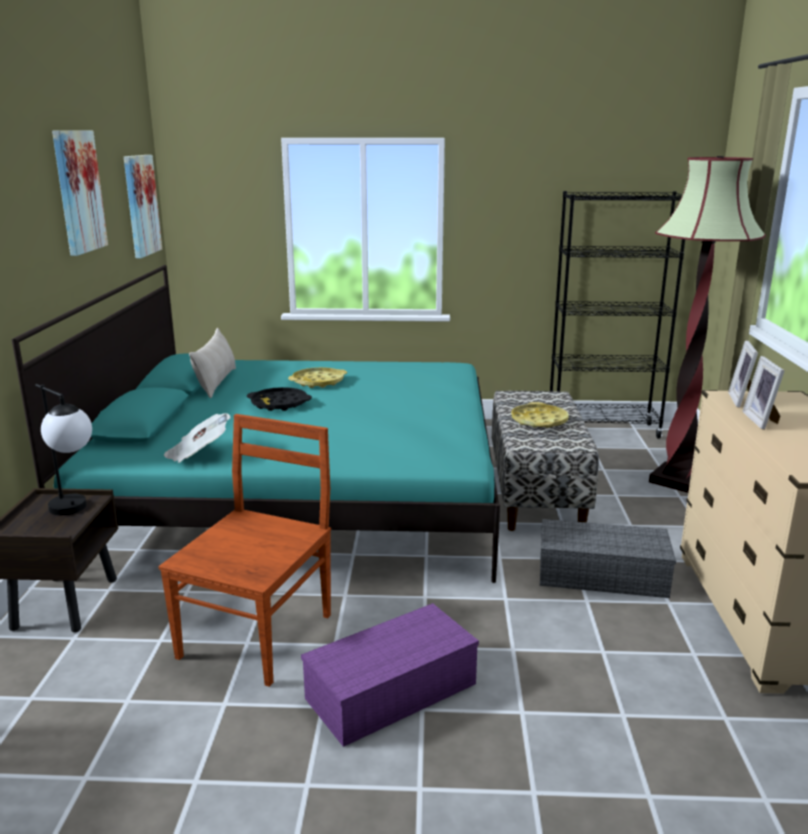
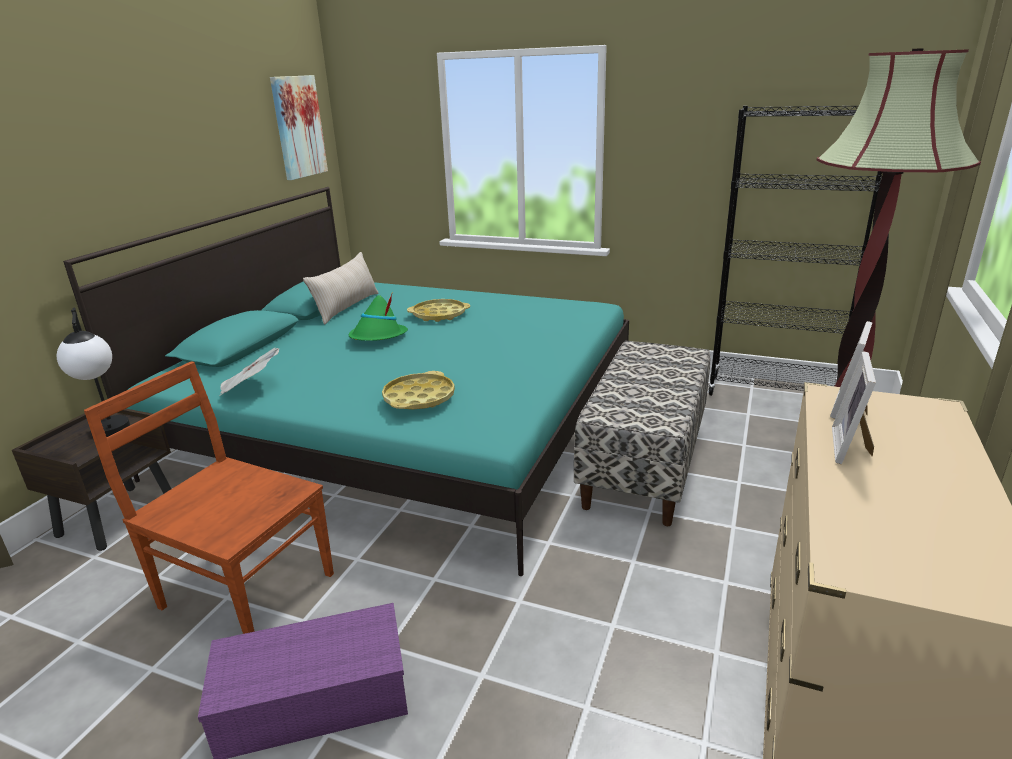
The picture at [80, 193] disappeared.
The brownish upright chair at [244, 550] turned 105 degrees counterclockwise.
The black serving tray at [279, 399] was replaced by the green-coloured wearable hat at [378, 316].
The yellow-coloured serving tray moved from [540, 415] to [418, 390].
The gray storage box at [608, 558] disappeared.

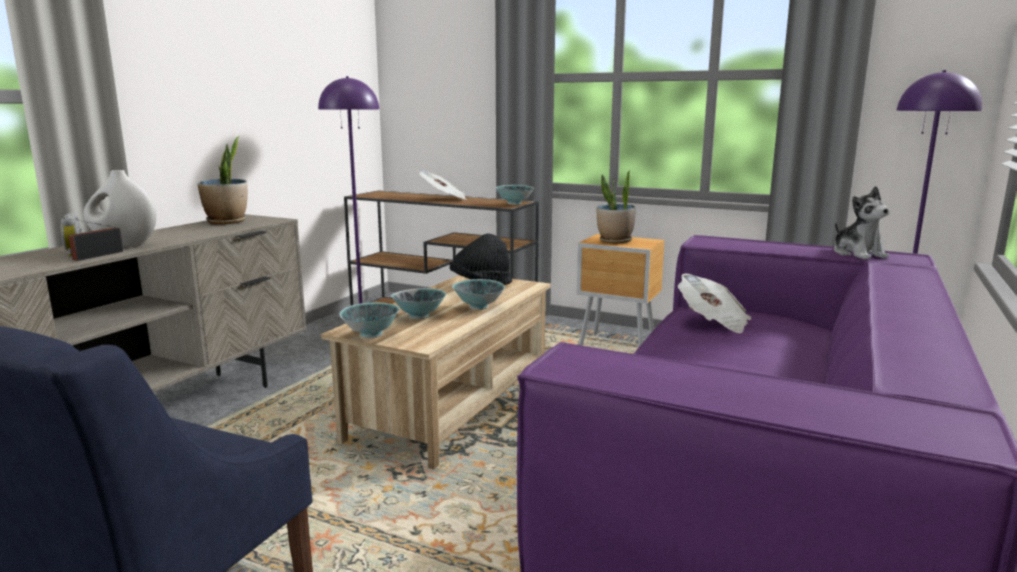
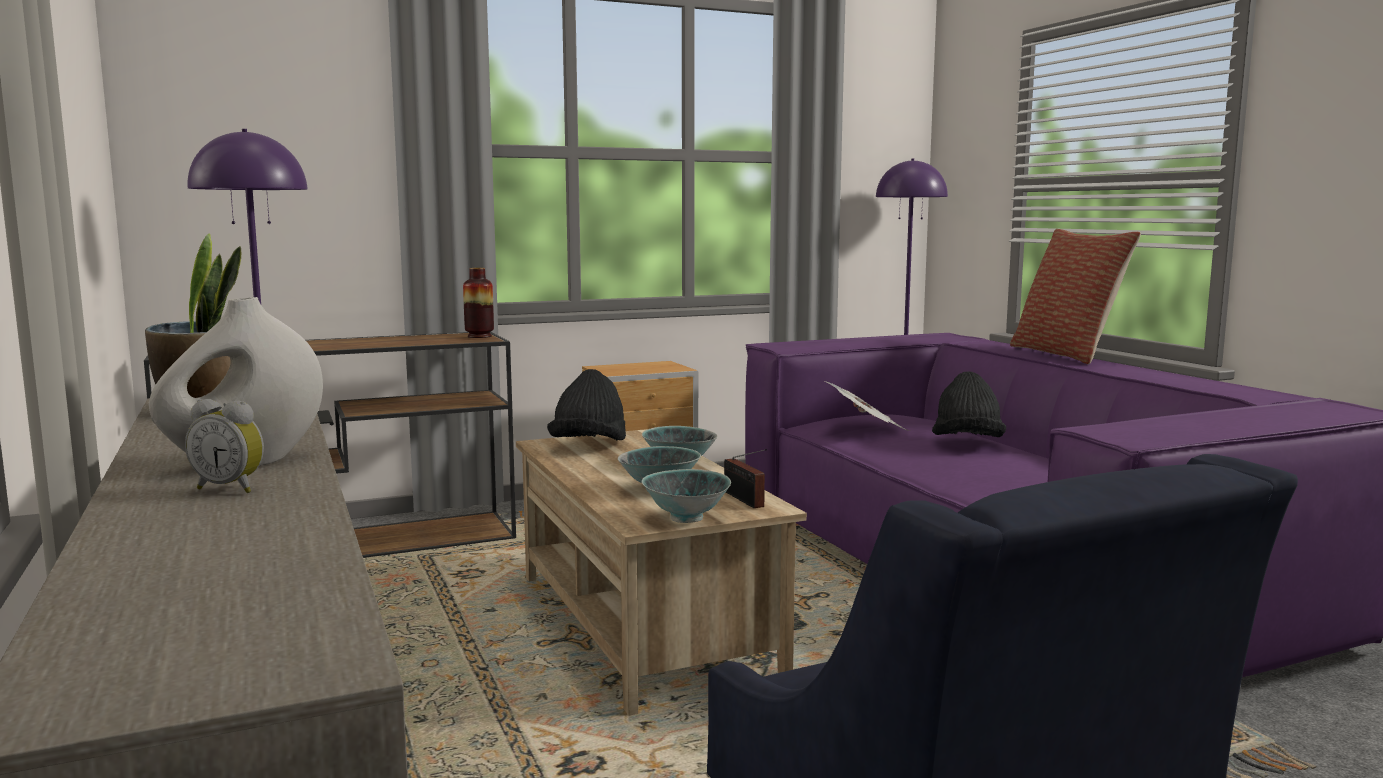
The radio receiver moved from [93, 239] to [745, 478].
The daily paper at [442, 184] disappeared.
The deep dish at [514, 195] was replaced by the flower vase at [478, 303].
The plant in a pot at [616, 206] disappeared.
The plush toy at [861, 223] disappeared.
The black wearable hat at [969, 404] appeared.
The pillow at [1075, 296] appeared.

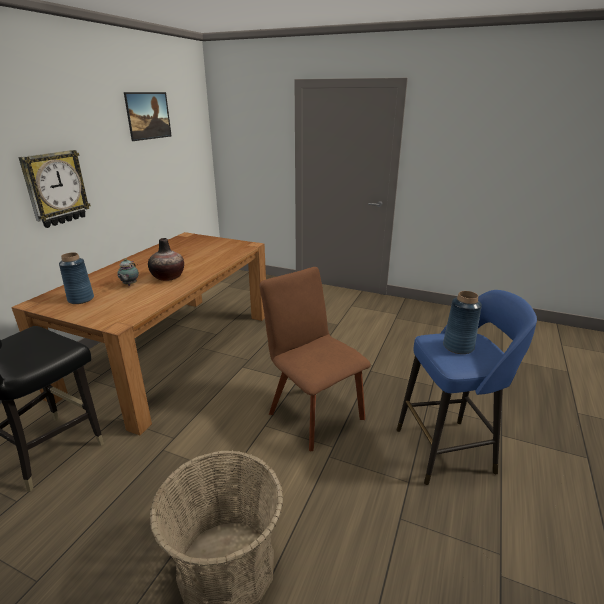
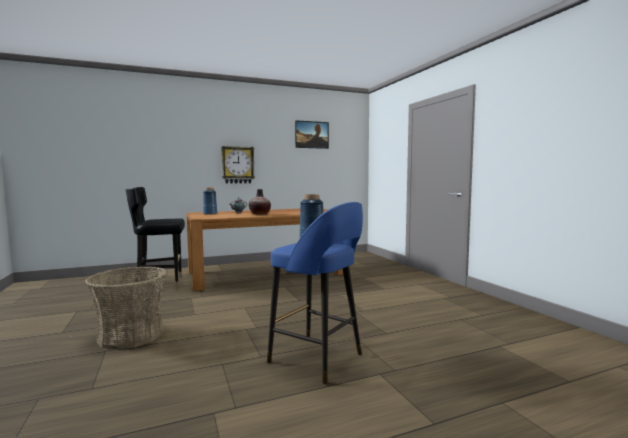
The brownish upright chair at [315, 359] disappeared.

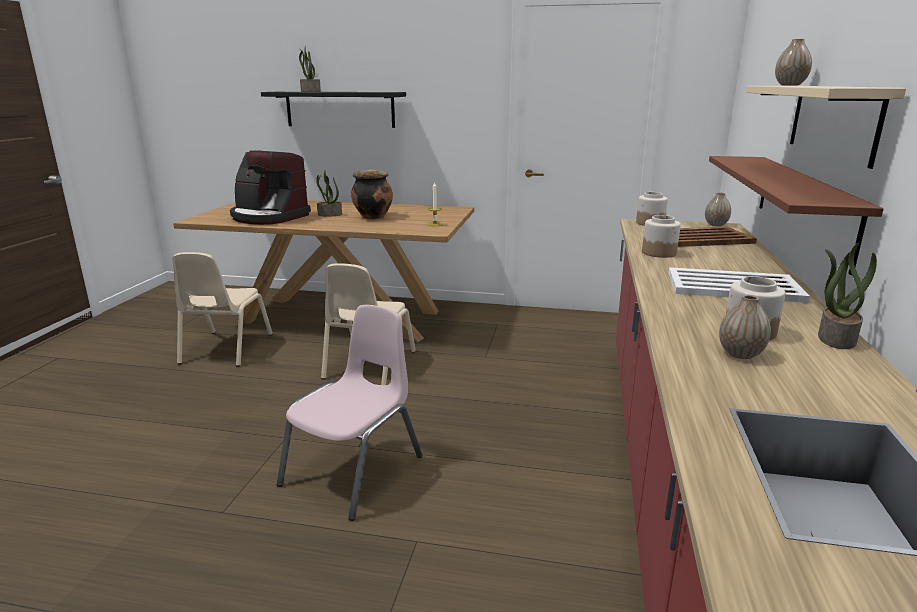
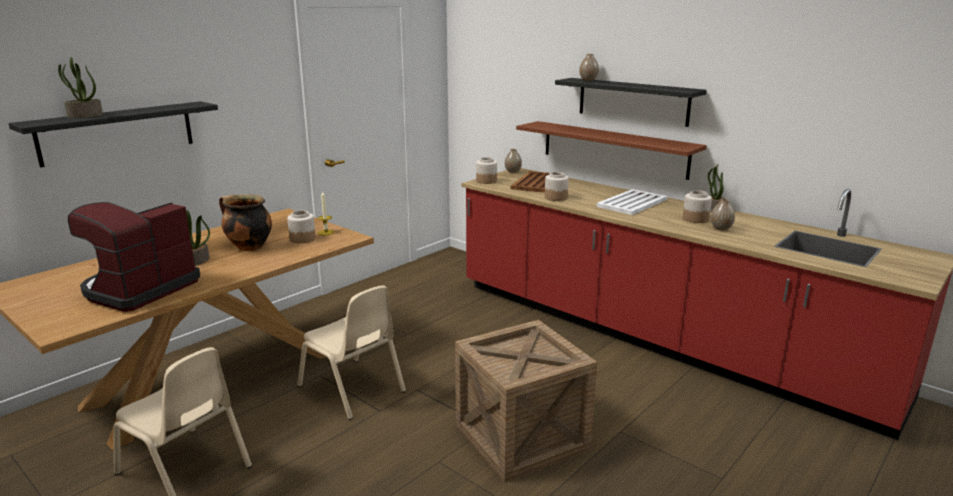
The coffee brewer at [270, 187] turned 150 degrees clockwise.
The pink upright chair at [349, 413] was replaced by the crate at [526, 401].
The sand-coloured wall shelf at [826, 127] became the black wall shelf at [631, 102].
The preserve jar at [301, 226] appeared.

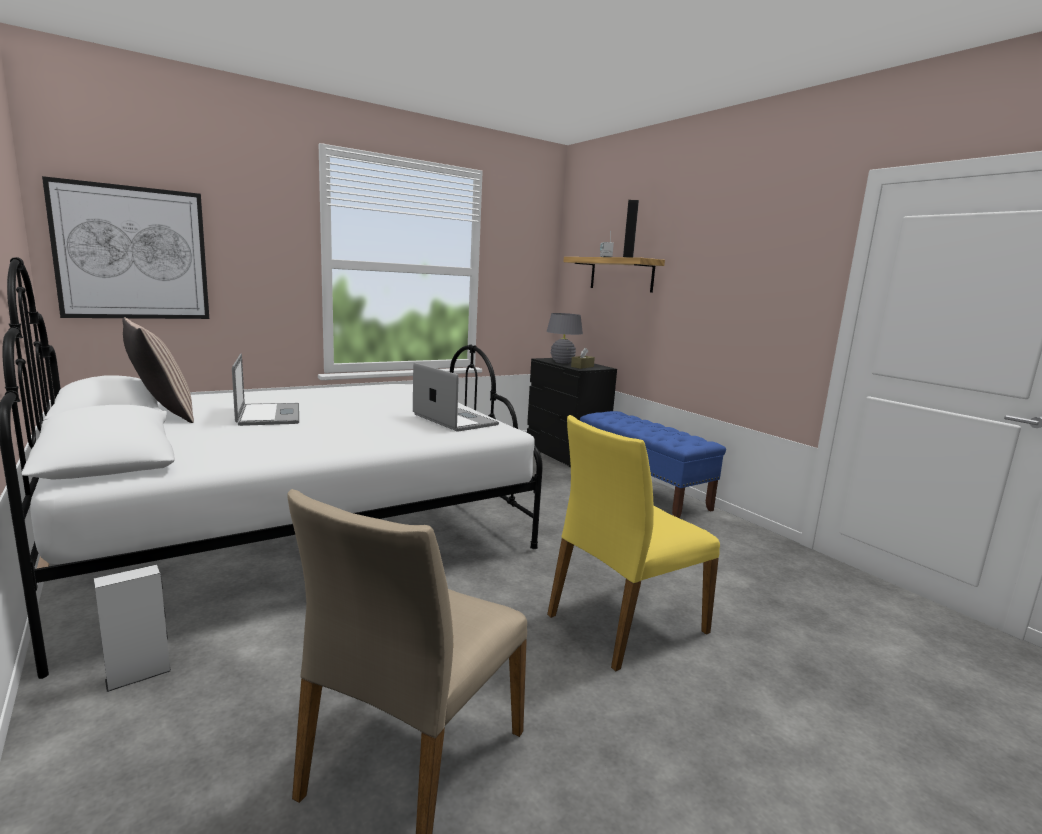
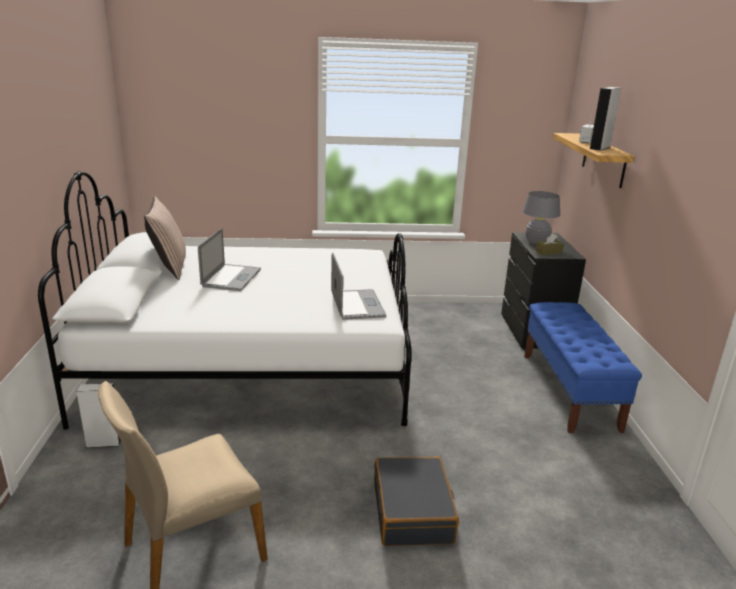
The picture at [125, 247] disappeared.
The yellow-coloured upright chair at [633, 543] was replaced by the black piece of luggage at [416, 501].

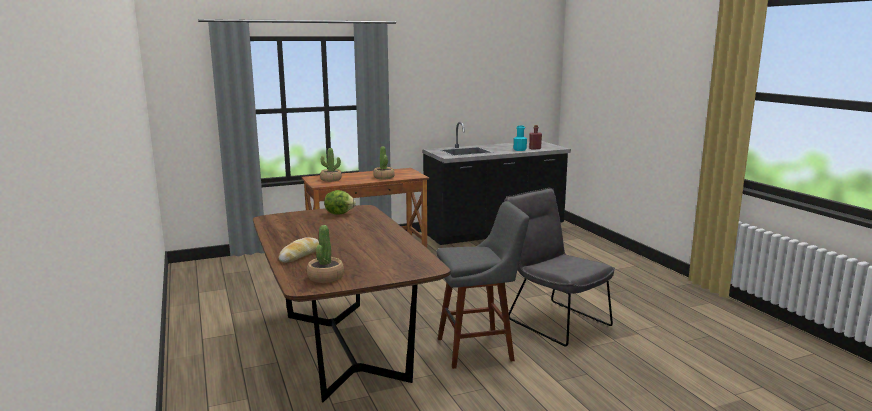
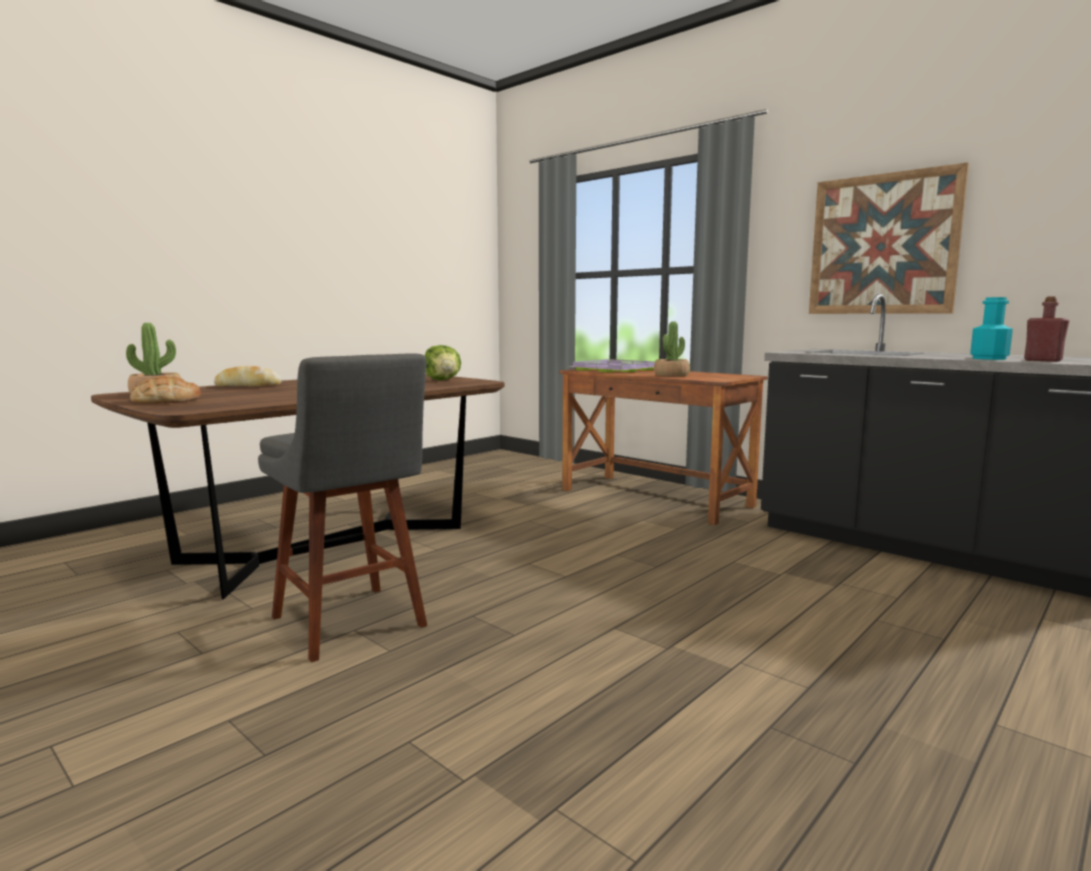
The plant in a pot at [331, 165] was replaced by the purple-coloured serving tray at [611, 365].
The gray upright chair at [559, 267] disappeared.
The bakery bread at [165, 390] appeared.
The picture at [889, 238] appeared.

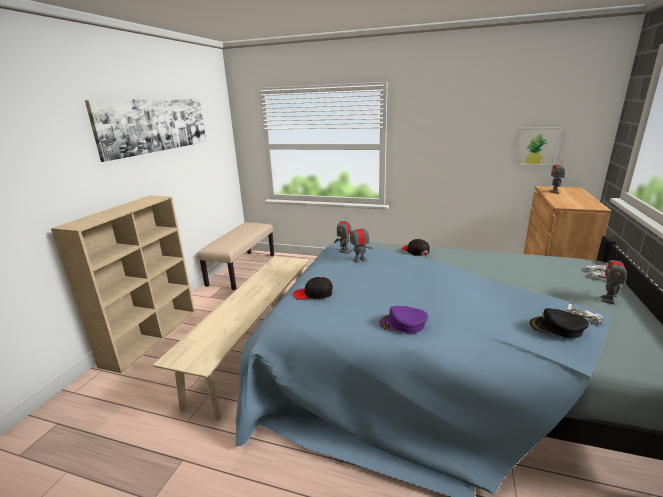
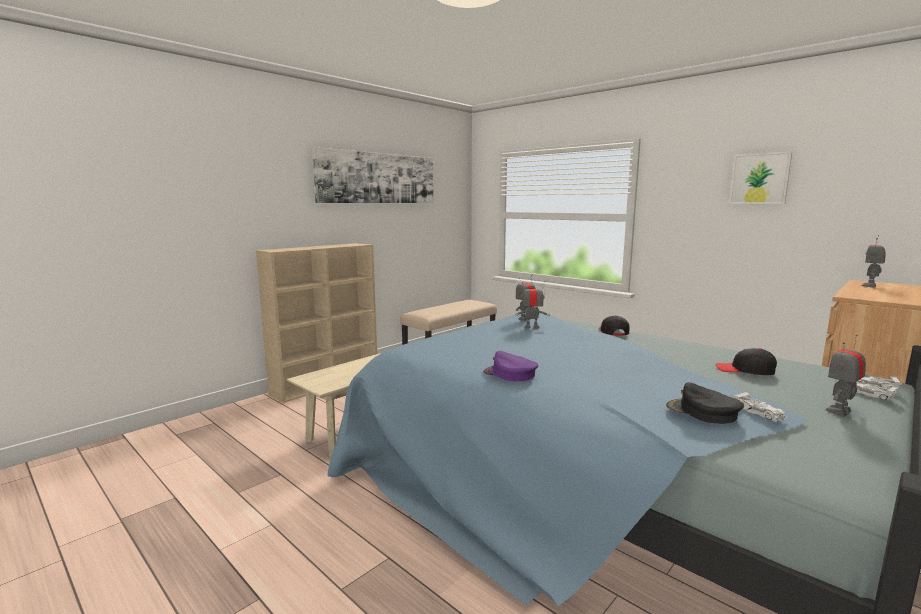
The black cap moved from [313, 288] to [746, 361].
The picture moved from [537, 146] to [760, 178].

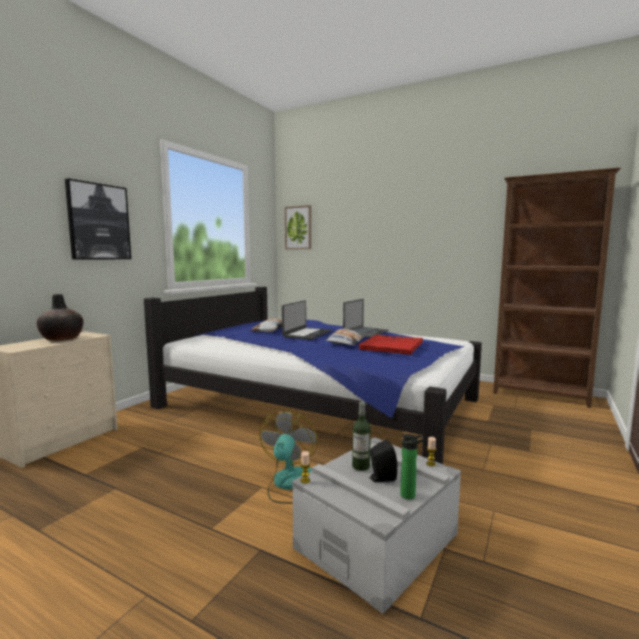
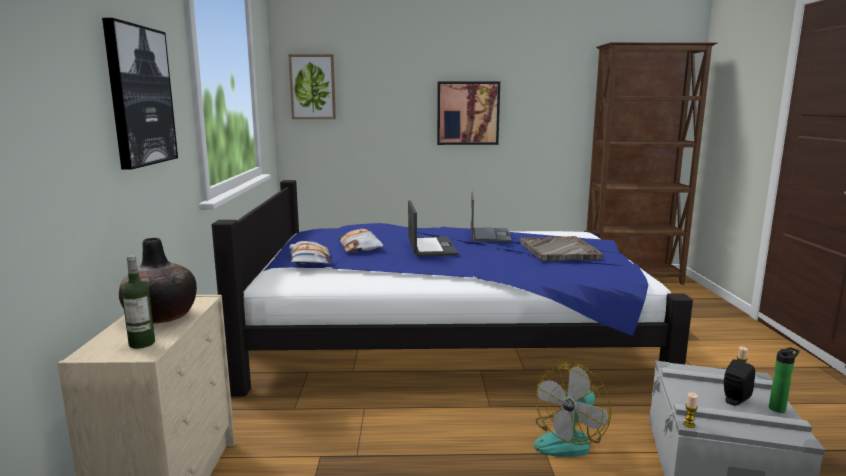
The cooling fan at [288, 457] turned 120 degrees counterclockwise.
The pillow moved from [345, 337] to [311, 252].
The bottle moved from [361, 436] to [138, 302].
The reddish serving tray at [391, 345] became the gray serving tray at [561, 248].
The picture at [468, 113] appeared.

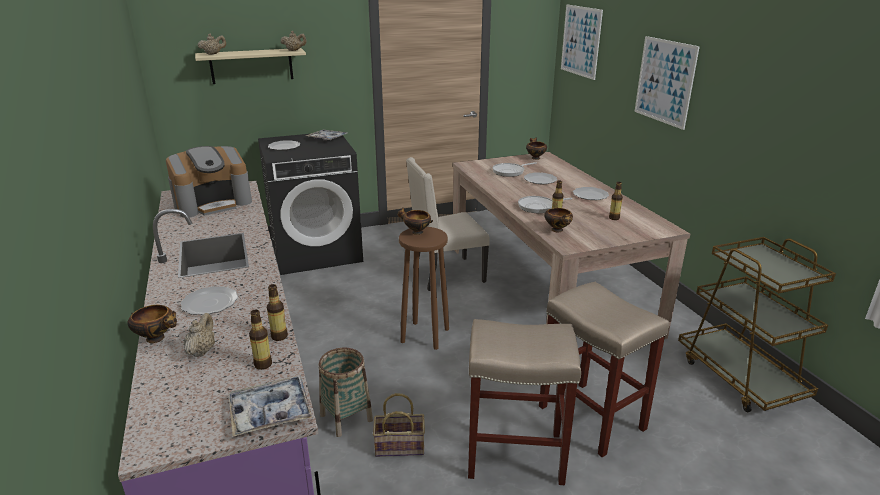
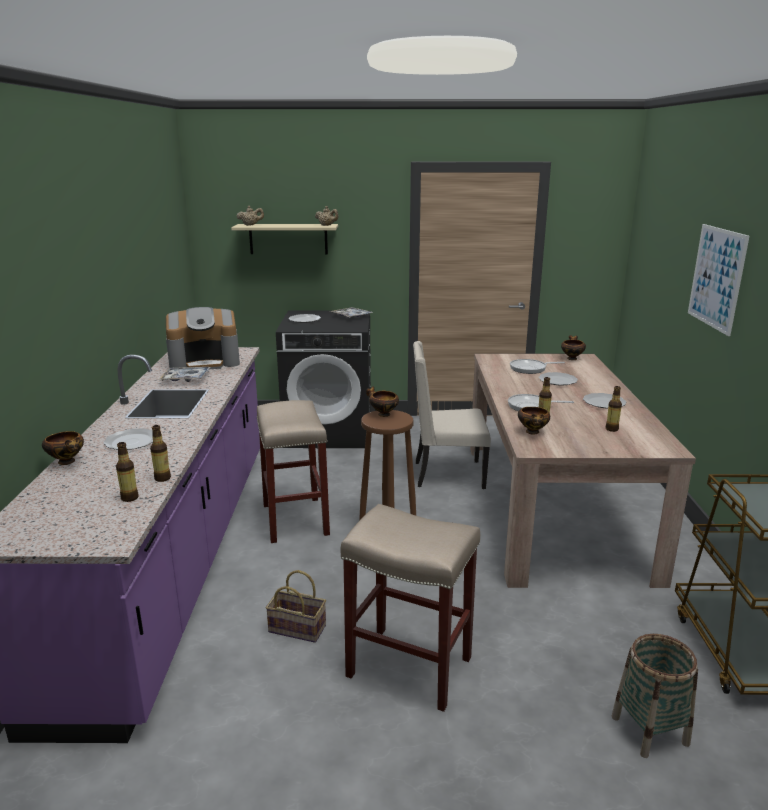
The sand-coloured teapot at [199, 335] disappeared.
The serving tray moved from [270, 406] to [184, 374].
The basket moved from [345, 392] to [655, 696].
The sand-coloured sitting stool moved from [604, 369] to [293, 471].
The picture at [582, 42] disappeared.

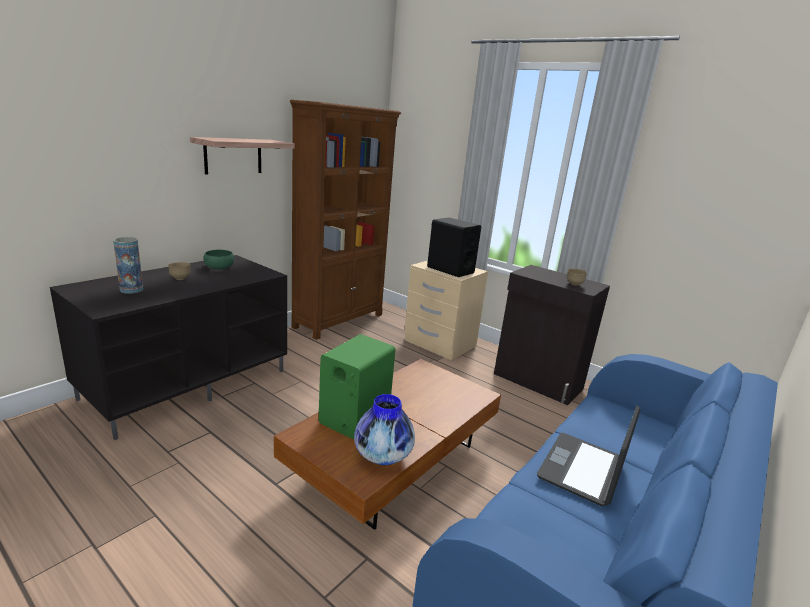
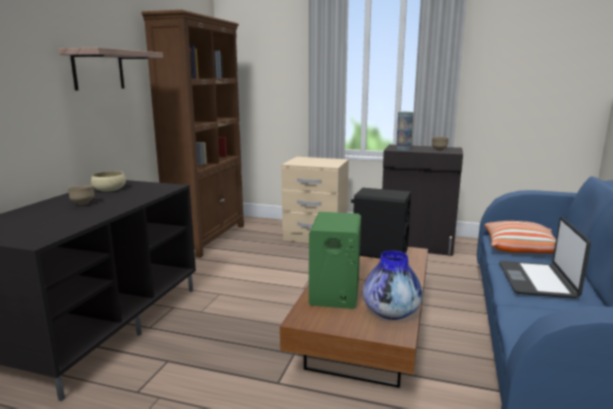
The flower vase moved from [128, 265] to [404, 131].
The green-coloured deep dish at [218, 259] became the sand-coloured deep dish at [108, 181].
The black speaker moved from [454, 247] to [381, 223].
The pillow at [520, 237] appeared.

